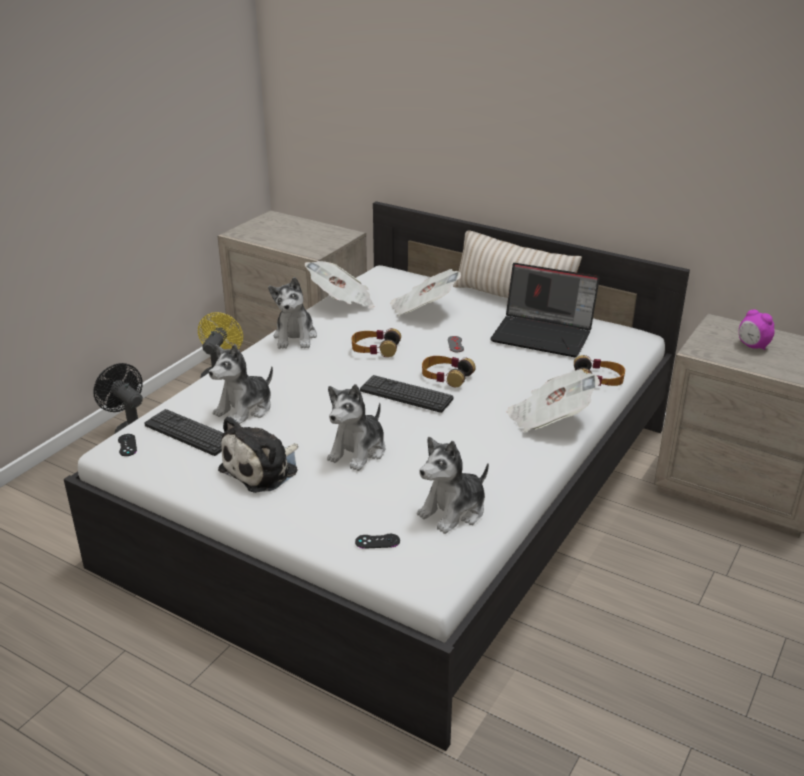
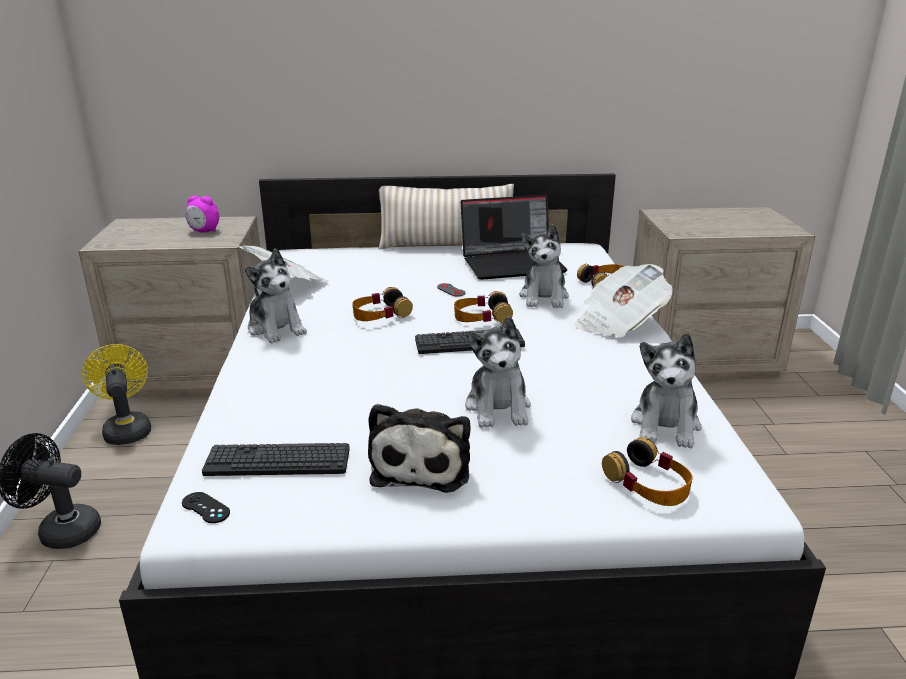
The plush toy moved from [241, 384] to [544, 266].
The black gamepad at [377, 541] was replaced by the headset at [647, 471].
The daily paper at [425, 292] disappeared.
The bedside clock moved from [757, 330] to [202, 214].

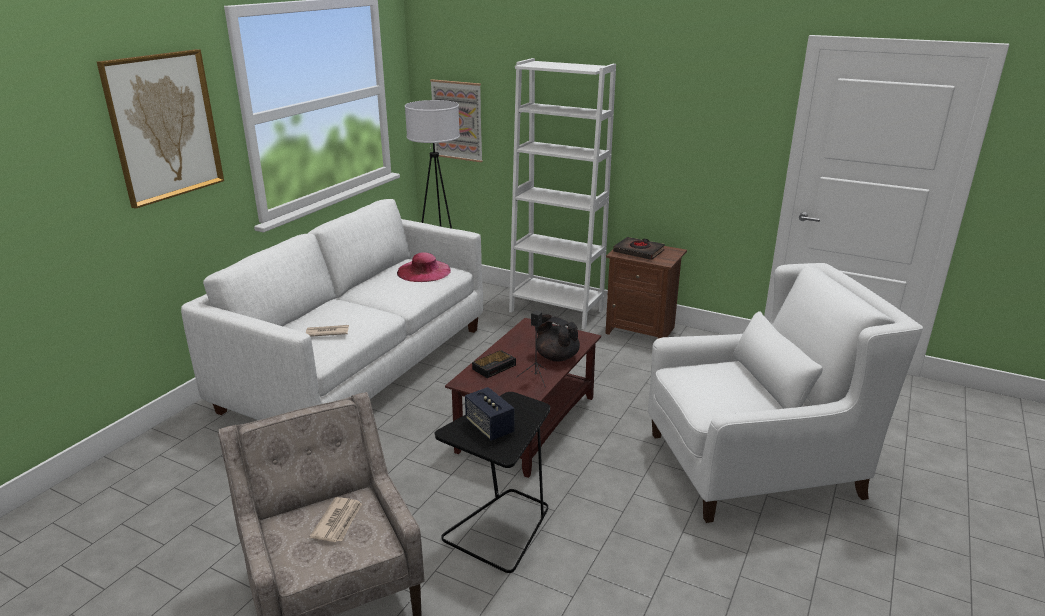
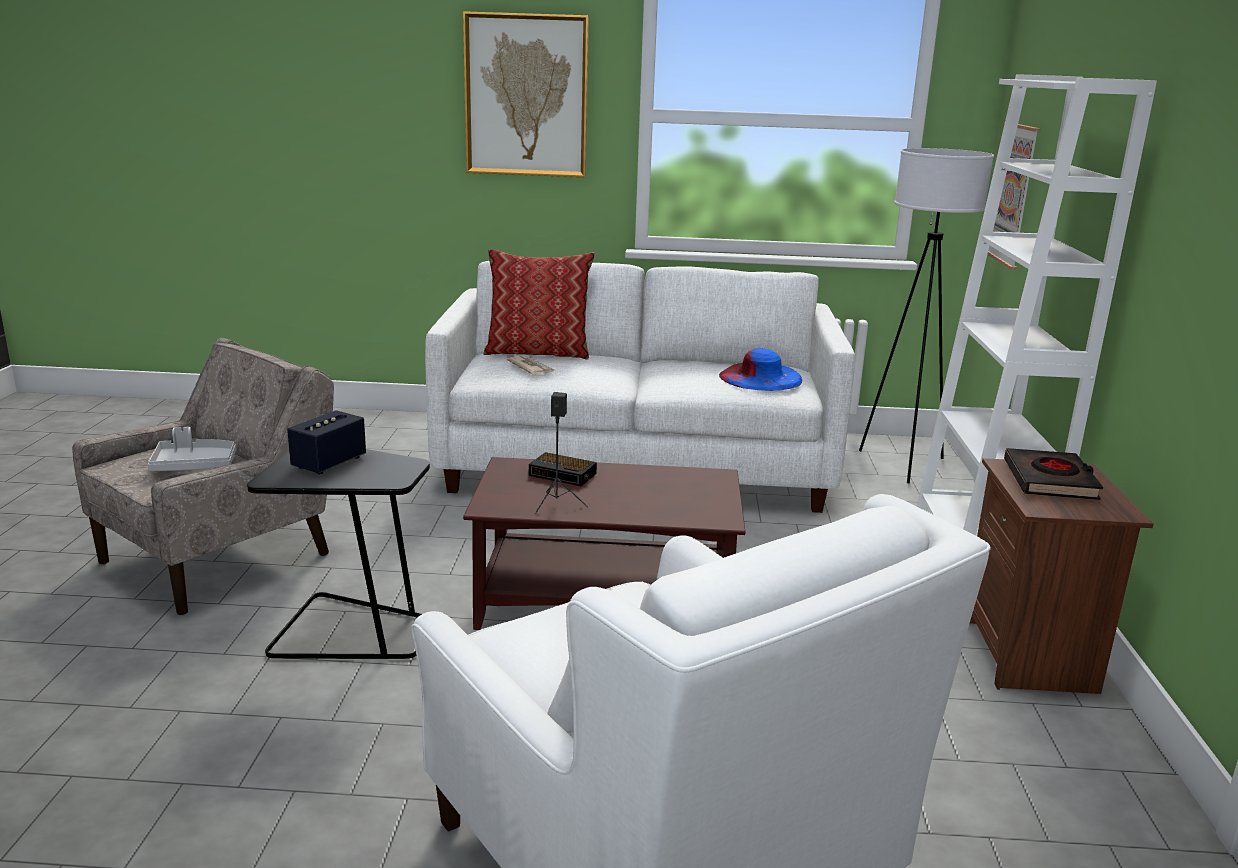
The daily paper at [336, 519] was replaced by the gray serving tray at [192, 449].
The pink wearable hat at [424, 267] became the bluish wearable hat at [760, 369].
The black teapot at [558, 338] disappeared.
The pillow at [539, 304] appeared.

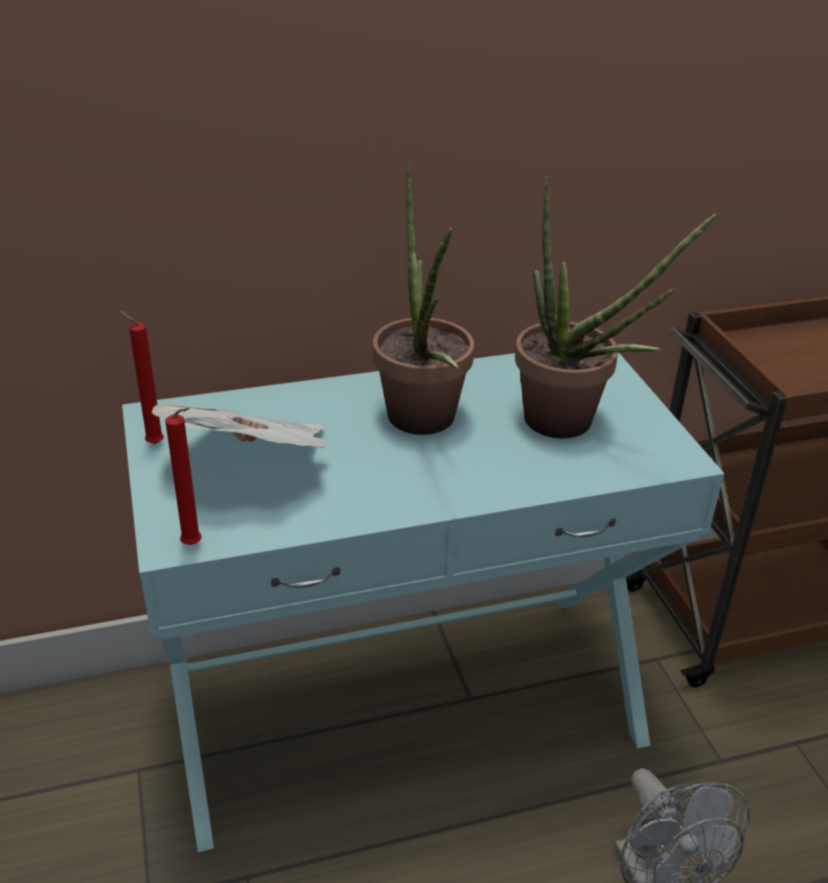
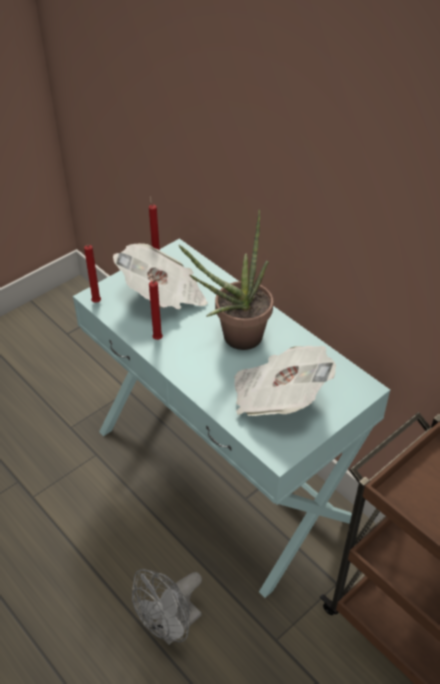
The plant in a pot at [615, 307] was replaced by the daily paper at [285, 381].
The reddish candle at [156, 309] appeared.

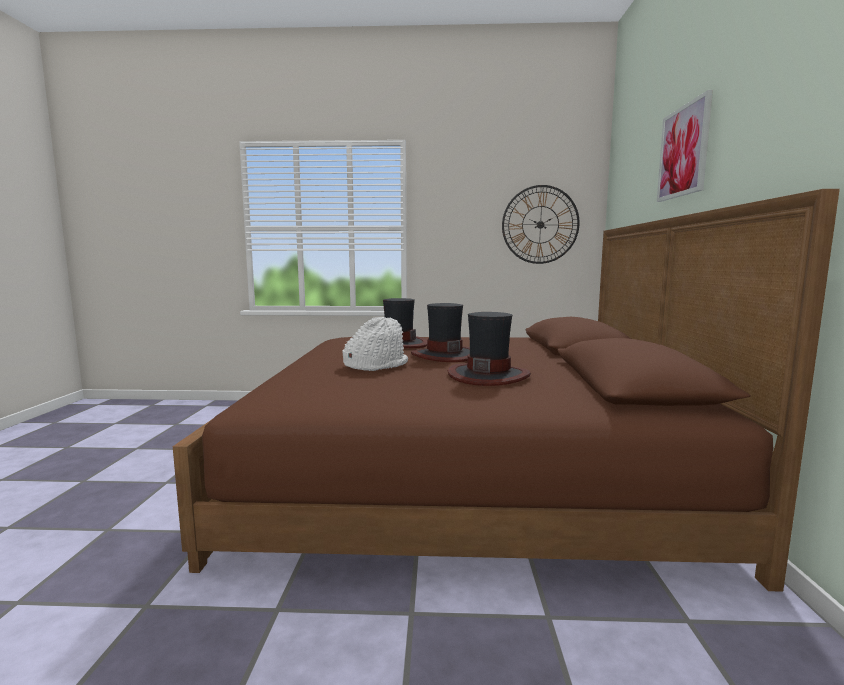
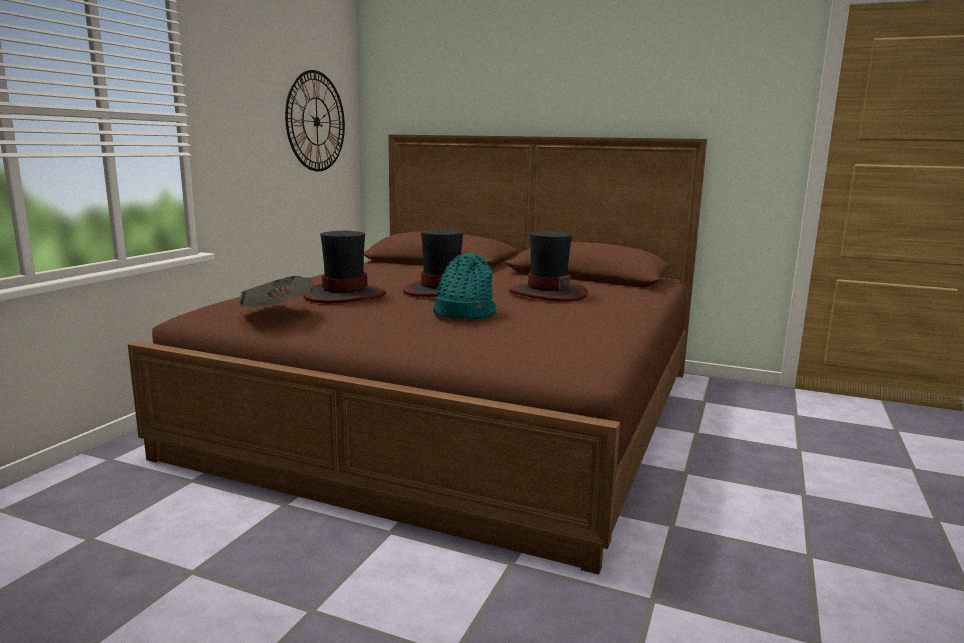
The white wearable hat at [375, 344] became the turquoise wearable hat at [465, 286].
The picture at [685, 146] disappeared.
The daily paper at [276, 291] appeared.

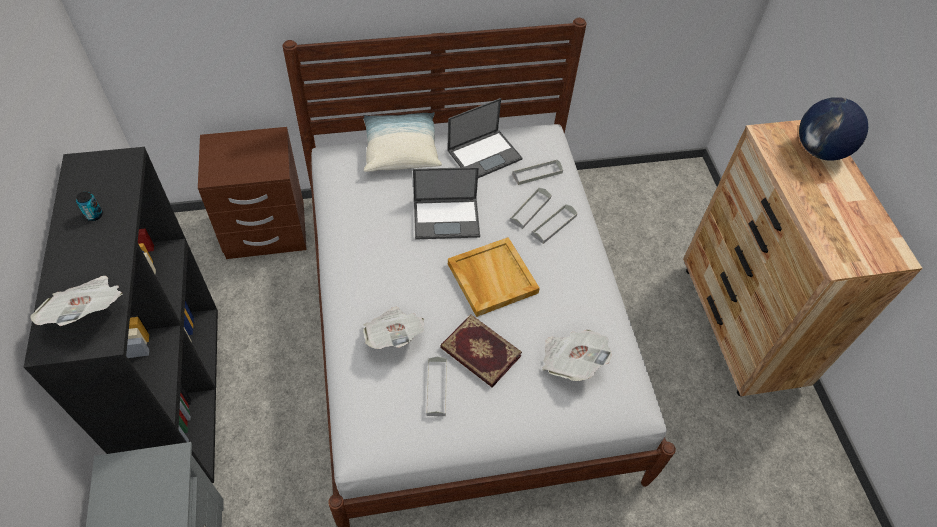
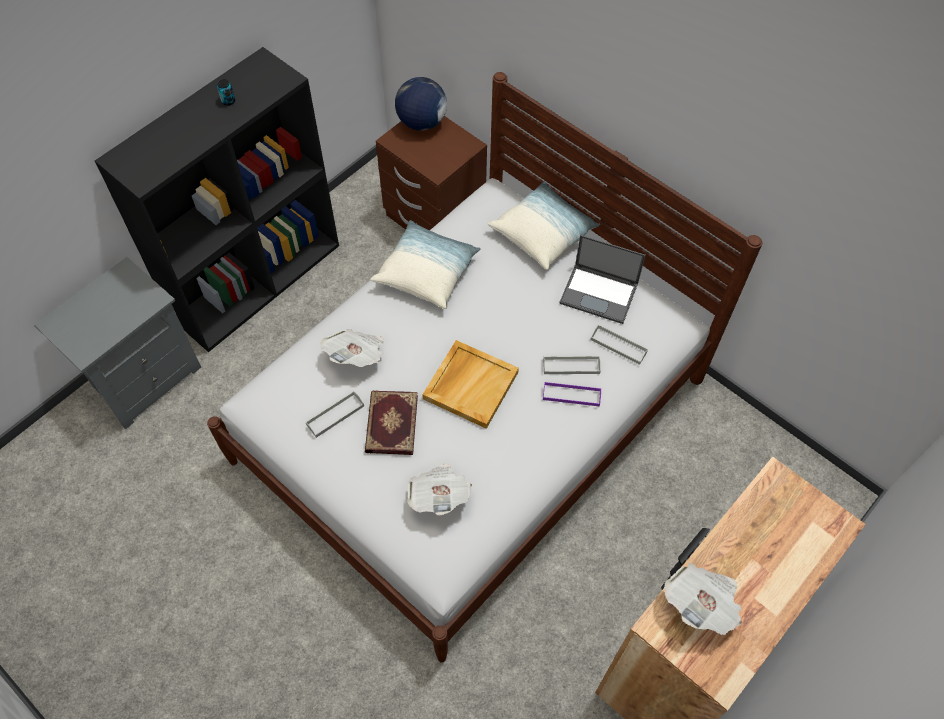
The daily paper moved from [76, 301] to [703, 599].
The portable computer at [446, 203] disappeared.
The gray serving tray at [554, 224] became the purple-coloured serving tray at [572, 394].
The world globe moved from [833, 129] to [421, 104].
The pillow at [425, 264] appeared.

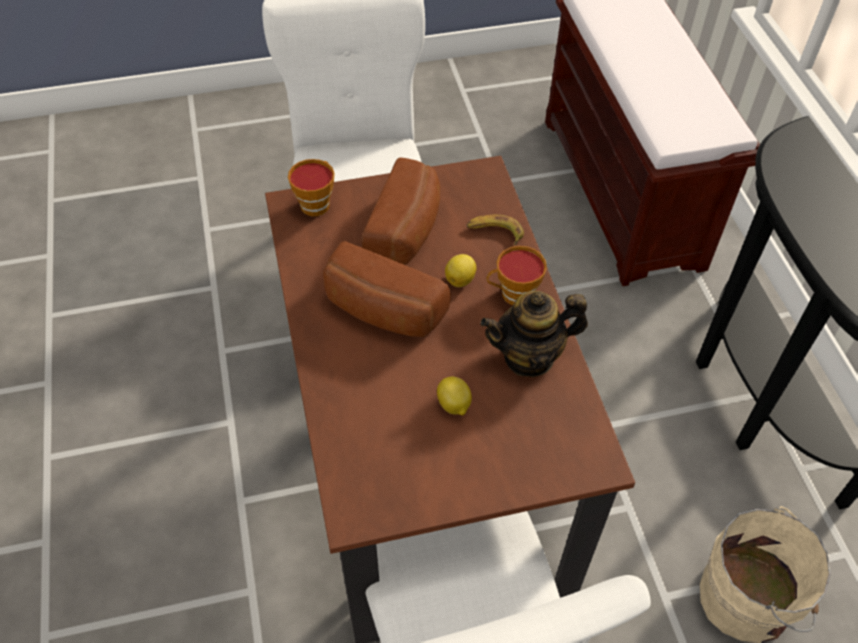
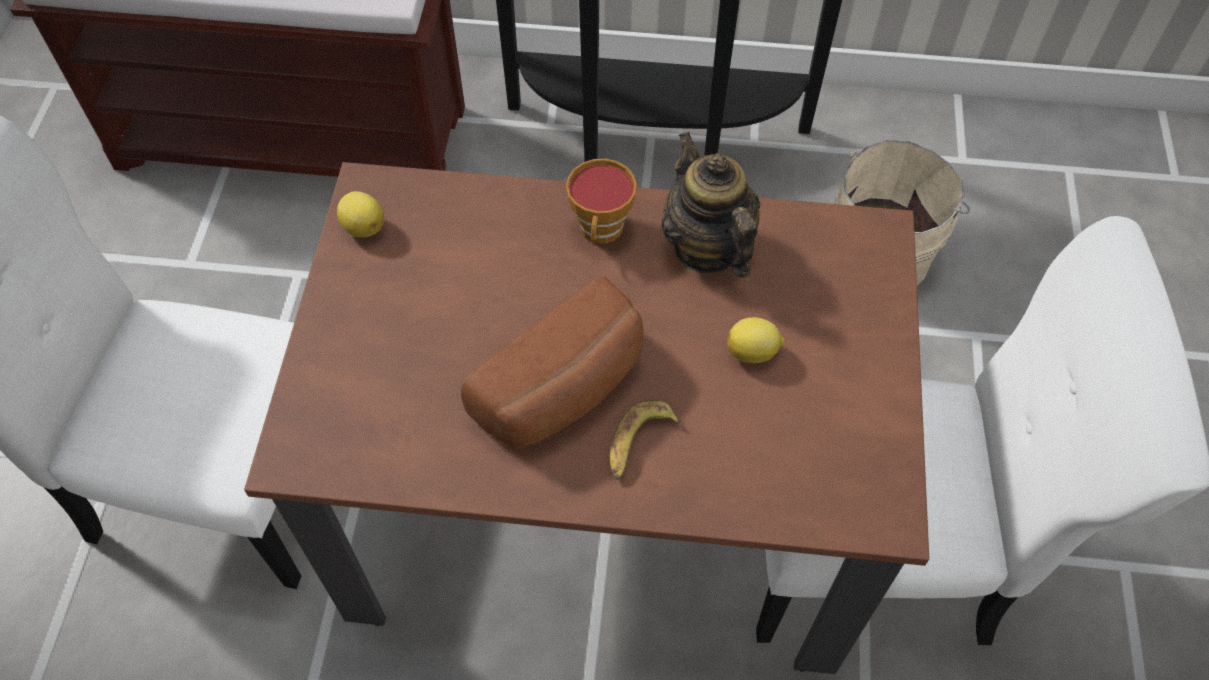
The drinking cup at [311, 187] disappeared.
The bakery bread at [401, 211] disappeared.
The citrus fruit moved from [460, 270] to [360, 214].
The banana moved from [495, 229] to [645, 439].
The teapot at [534, 334] turned 150 degrees clockwise.

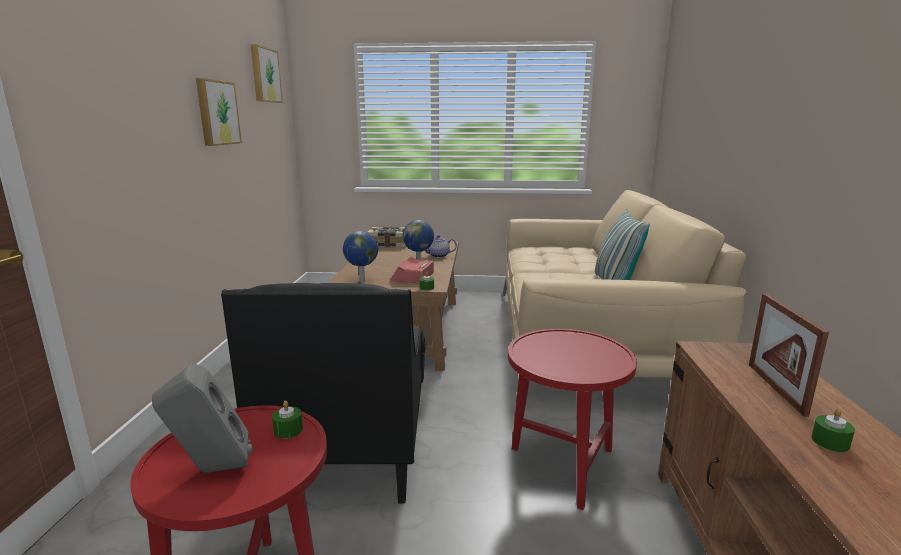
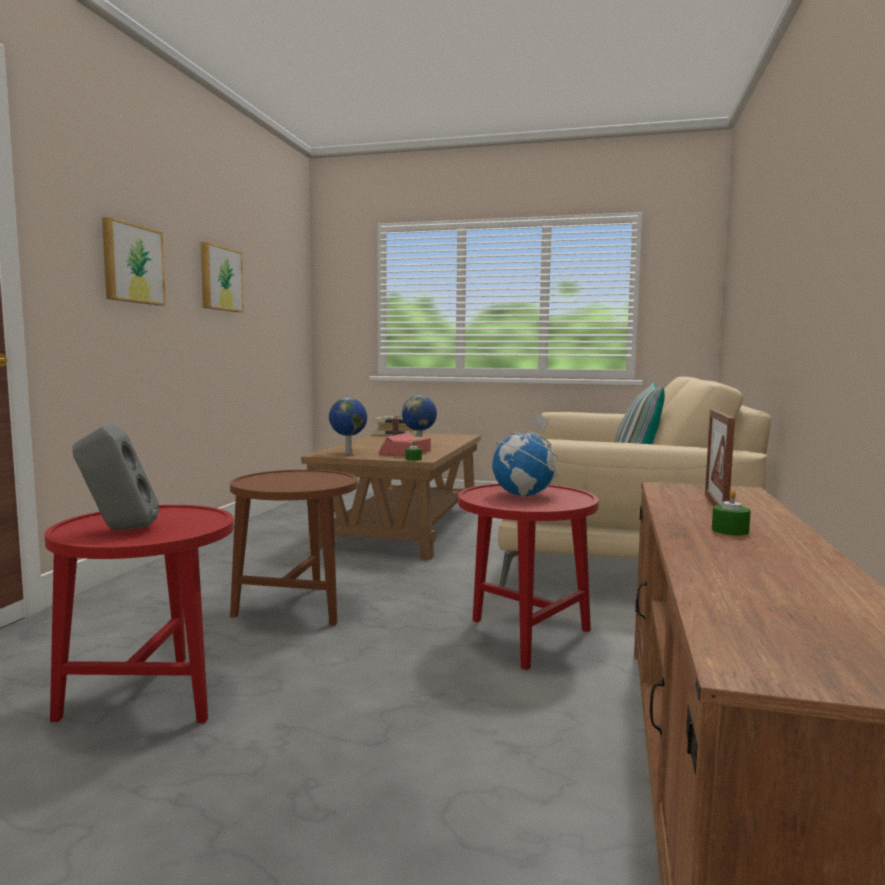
The black lounge chair at [323, 393] was replaced by the brownish accent table at [294, 547].
The picture moved from [267, 73] to [134, 261].
The green-coloured candle at [287, 419] disappeared.
The teapot at [441, 246] disappeared.
The world globe at [525, 455] appeared.

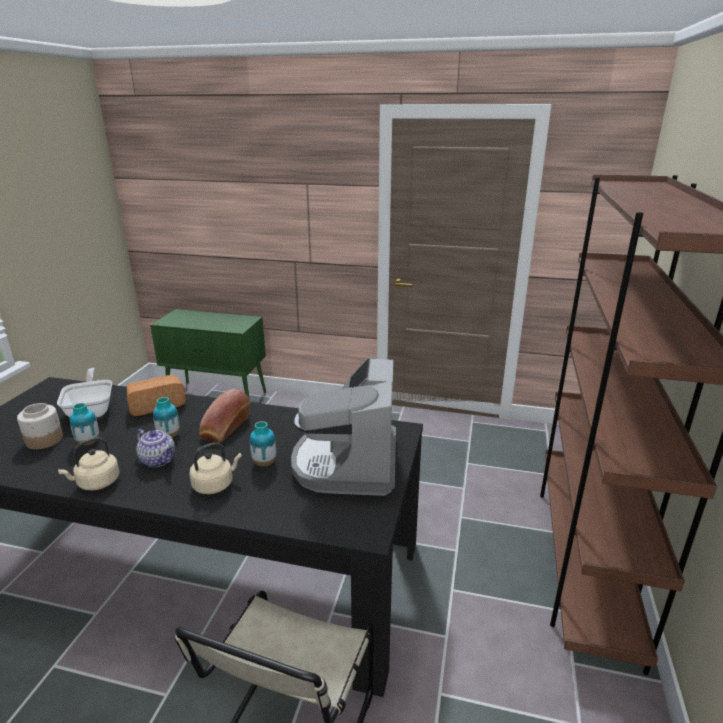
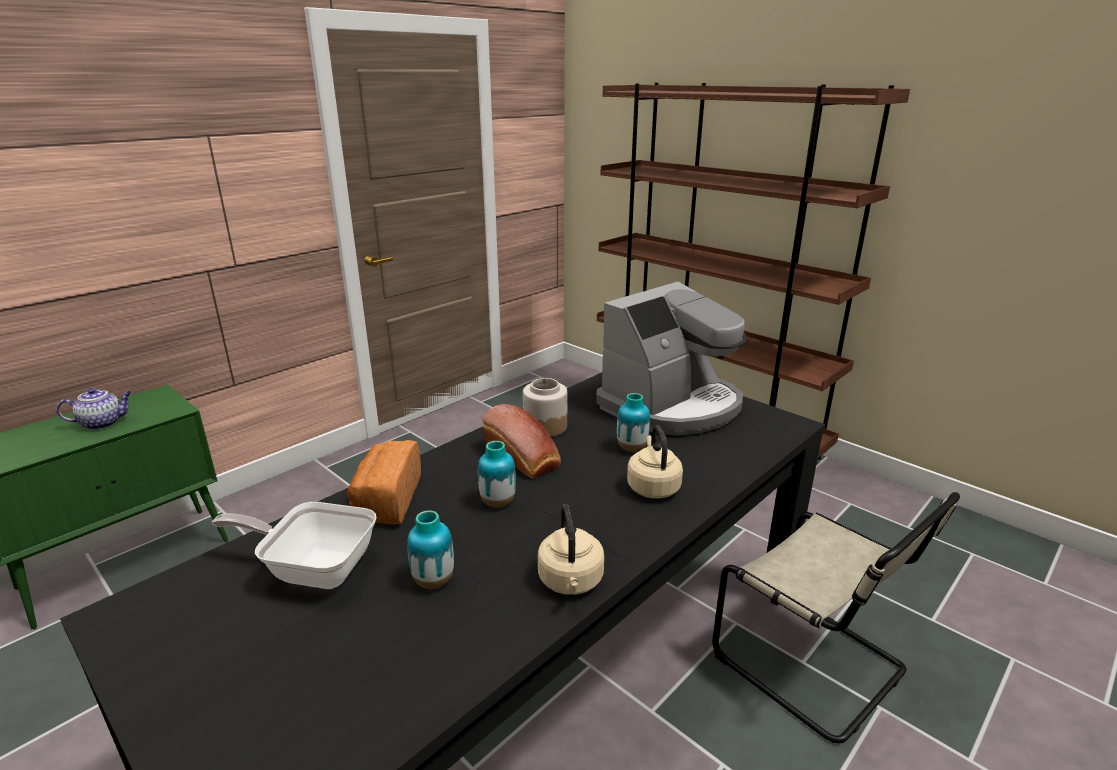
The preserve jar moved from [40, 426] to [545, 407].
The teapot moved from [155, 448] to [94, 409].
The coffee brewer at [343, 426] turned 75 degrees counterclockwise.

